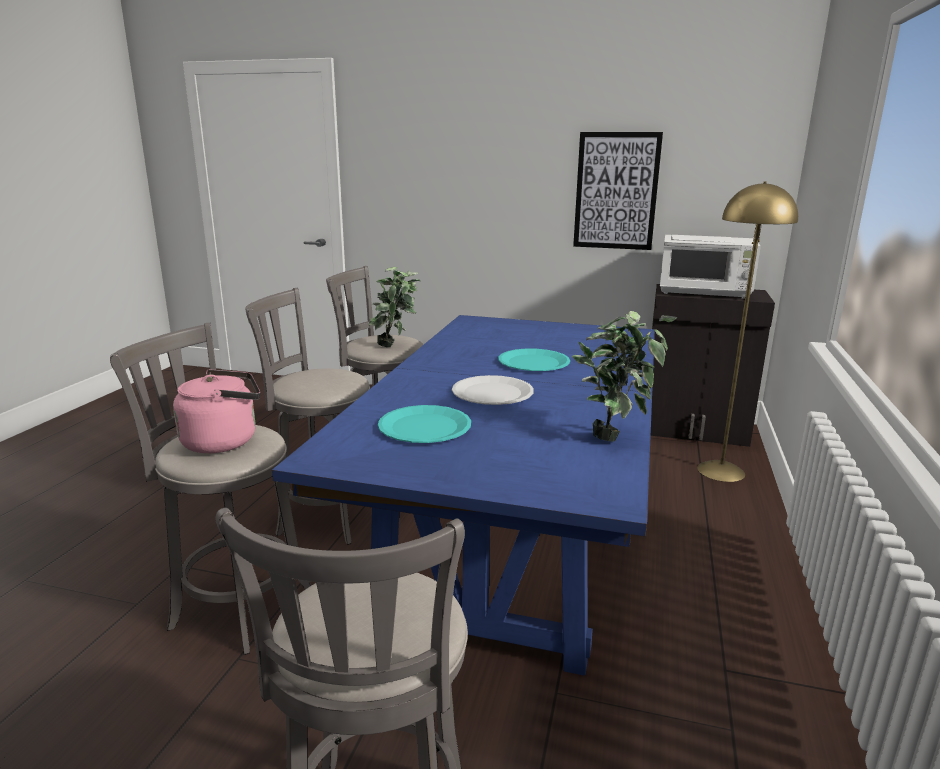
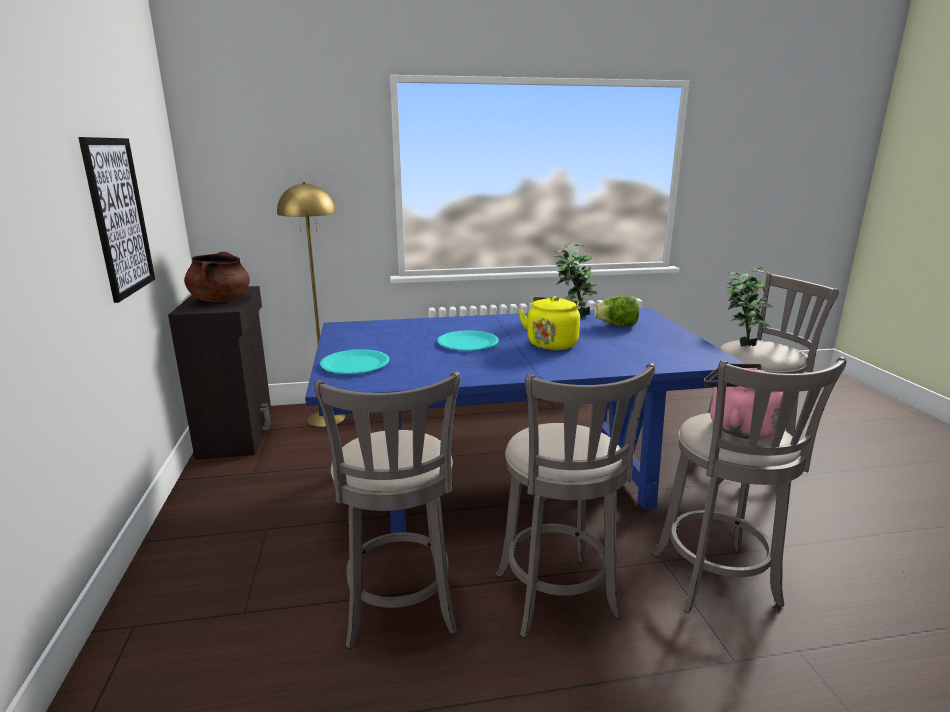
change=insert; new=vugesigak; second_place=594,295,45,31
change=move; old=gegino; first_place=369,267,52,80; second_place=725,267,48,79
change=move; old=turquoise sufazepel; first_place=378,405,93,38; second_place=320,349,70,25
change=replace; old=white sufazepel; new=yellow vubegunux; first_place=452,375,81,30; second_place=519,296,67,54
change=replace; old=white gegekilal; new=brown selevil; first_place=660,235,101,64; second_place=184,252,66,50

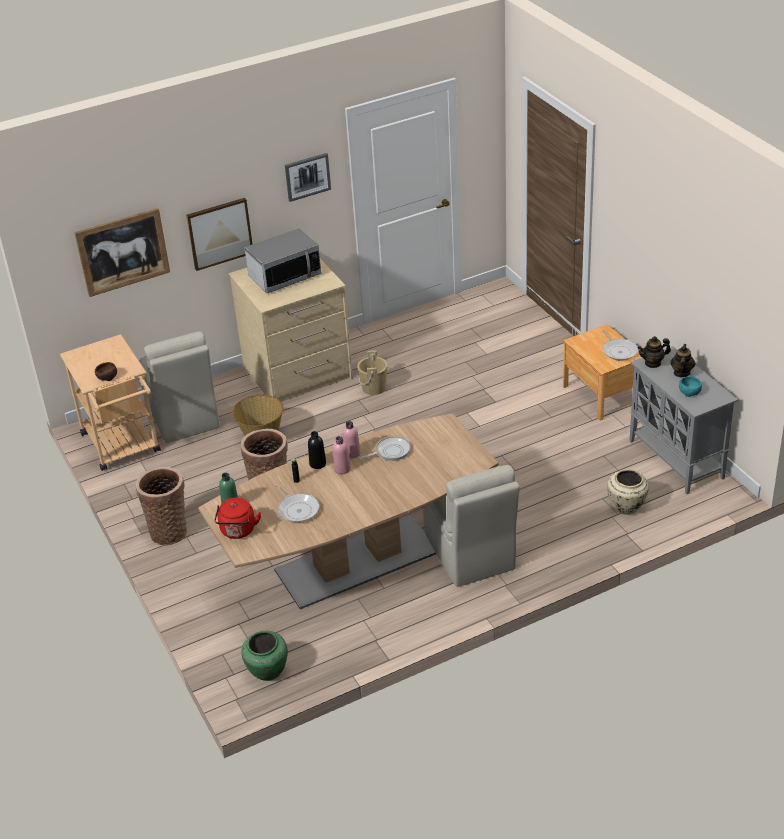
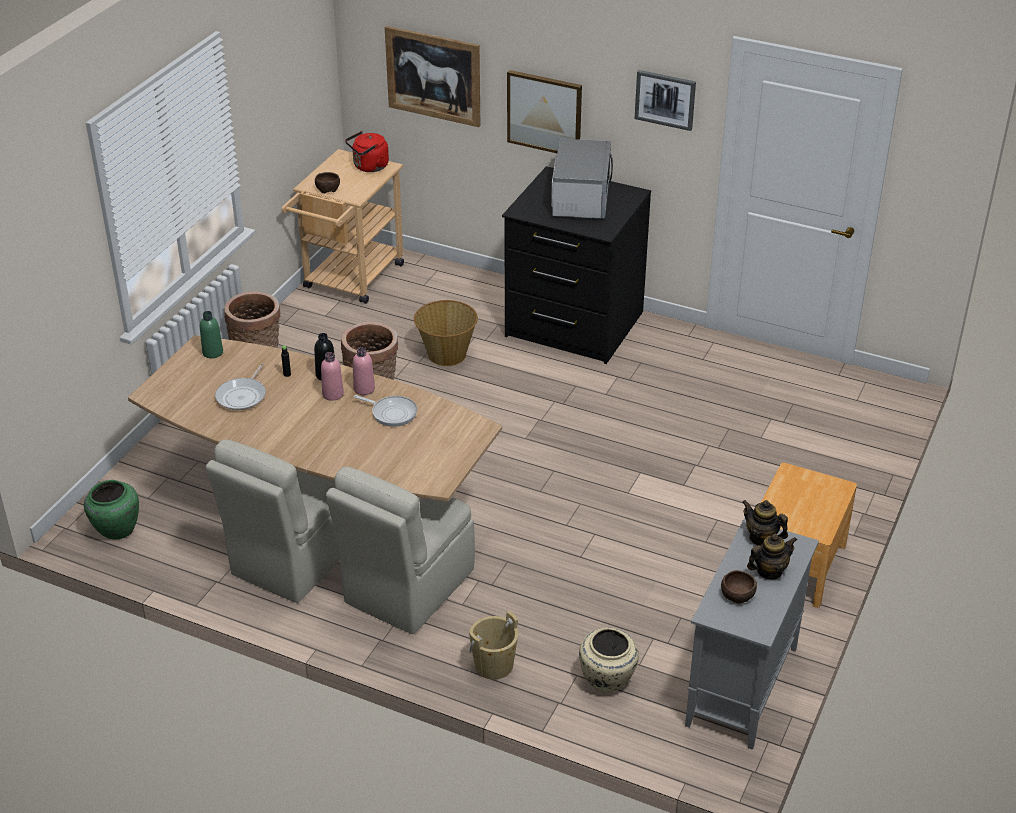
change=delete; old=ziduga; first_place=602,330,36,31
change=move; old=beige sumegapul; first_place=139,331,81,112; second_place=206,439,134,164
change=move; old=red vubegunux; first_place=214,498,47,41; second_place=345,131,44,41
change=move; old=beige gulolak; first_place=357,351,31,44; second_place=469,611,49,69
change=recolor; old=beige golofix; new=black golofix; first_place=229,259,124,143; second_place=502,166,149,198
change=recolor; old=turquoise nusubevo; new=brown nusubevo; first_place=679,376,23,21; second_place=721,570,36,34
change=rotate; old=gegekilal; first_place=245,228,76,66; second_place=551,139,62,80; degrees=-105

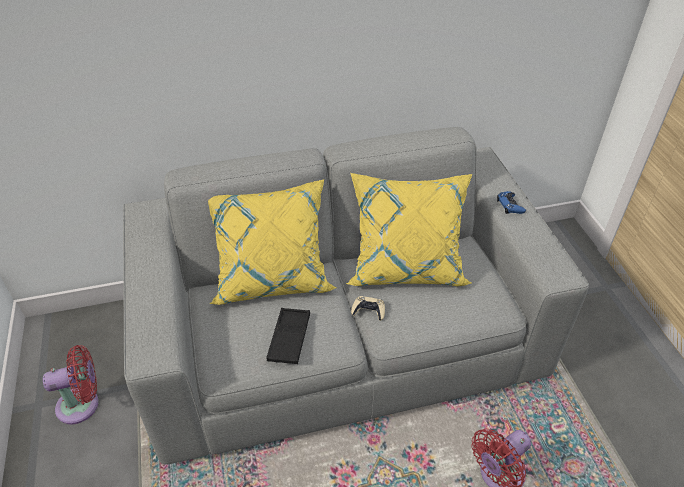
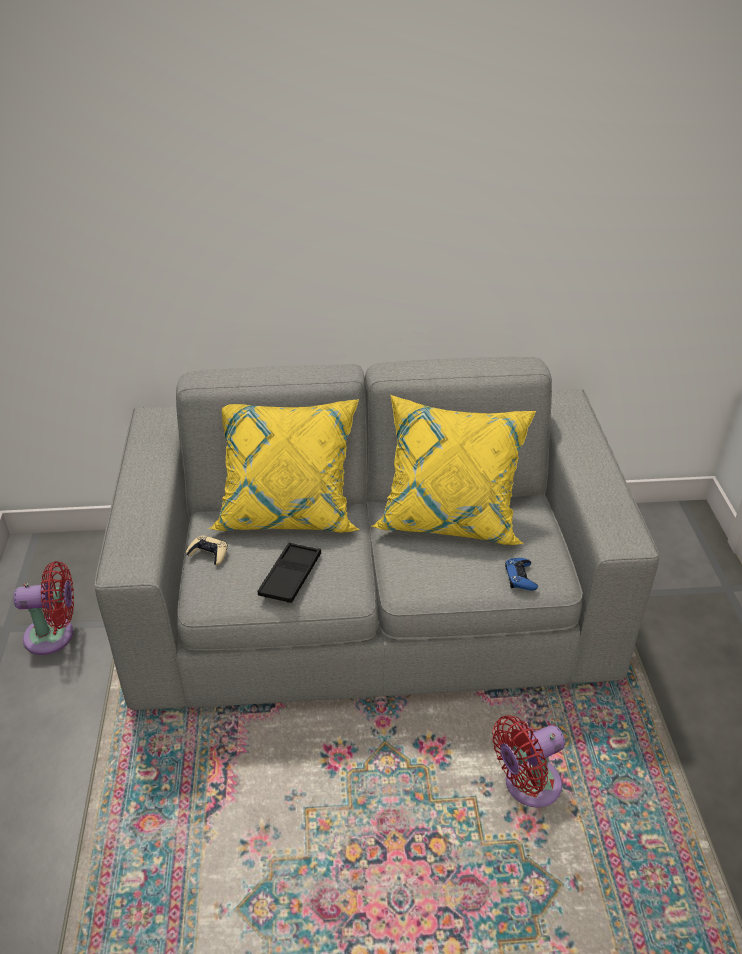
change=move; old=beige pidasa; first_place=351,296,34,25; second_place=186,535,41,30
change=move; old=blue pidasa; first_place=497,191,29,23; second_place=505,558,33,33

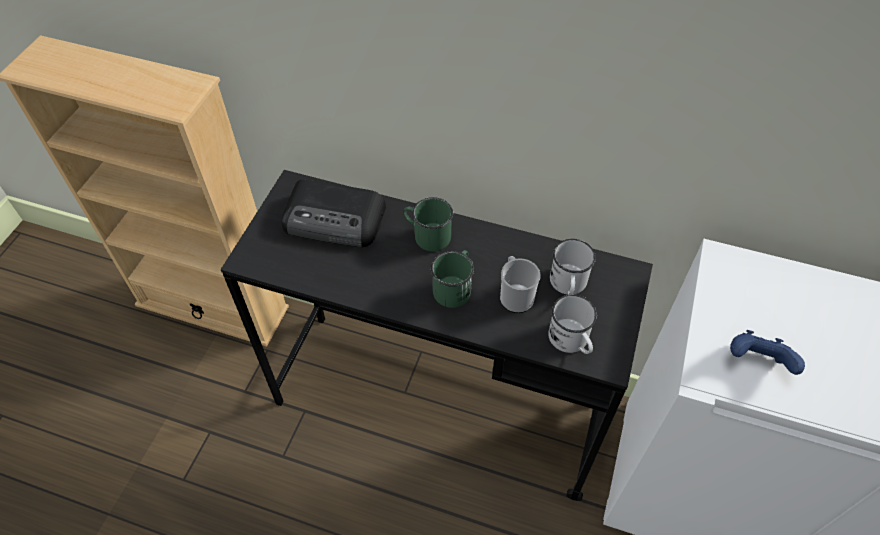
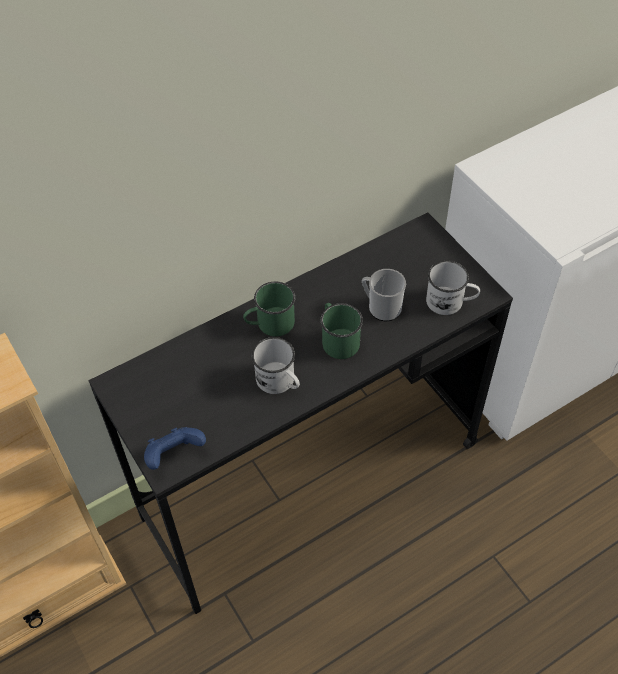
change=delete; old=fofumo; first_place=282,179,104,69
change=move; old=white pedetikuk; first_place=550,239,46,56; second_place=252,337,48,57
change=move; old=blue pidasa; first_place=730,330,75,45; second_place=144,427,62,43

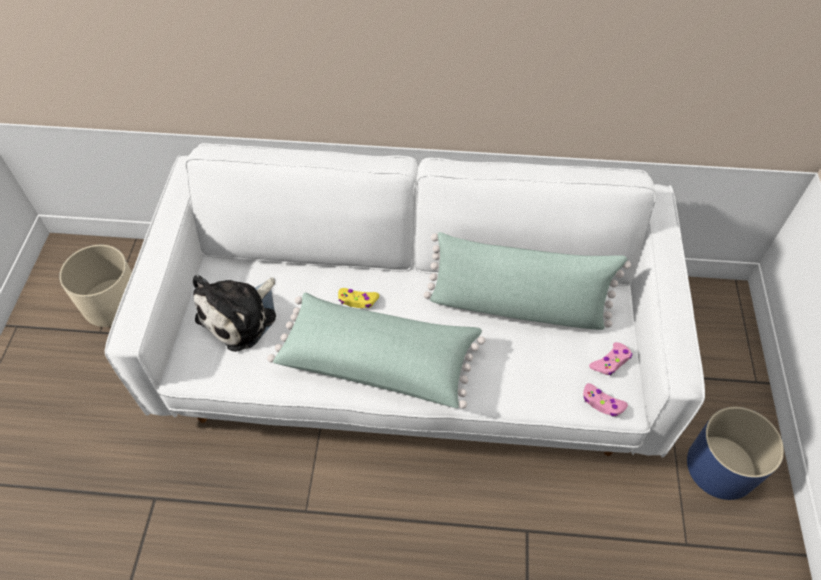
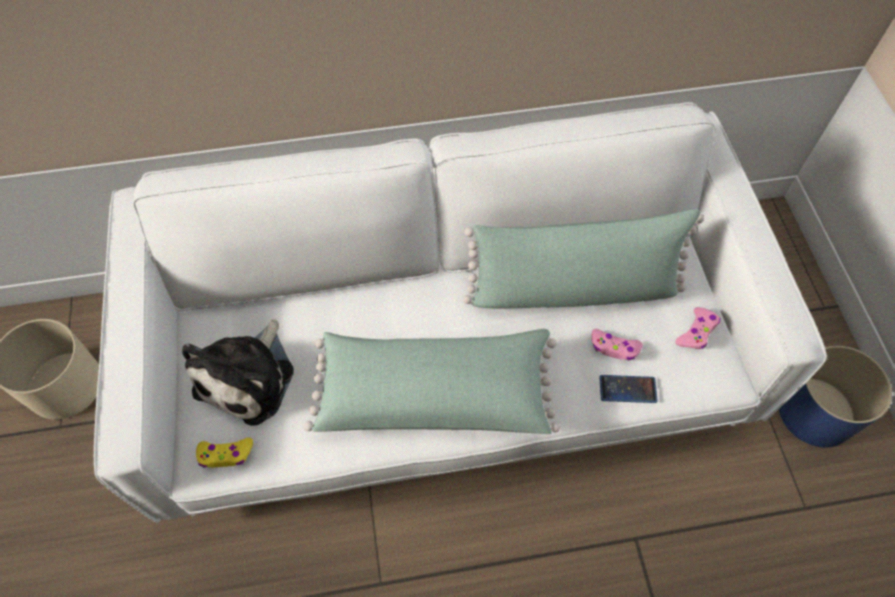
change=insert; new=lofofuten; second_place=599,375,59,28
change=move; old=yellow pidasa; first_place=338,288,41,20; second_place=196,438,57,30
change=move; old=pink pidasa; first_place=583,383,45,34; second_place=592,329,51,32

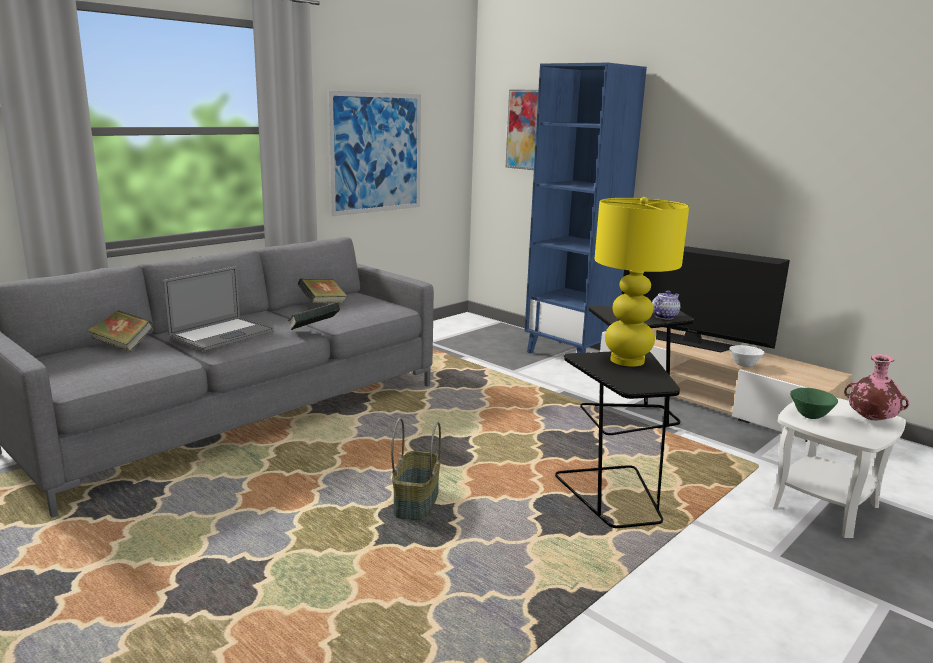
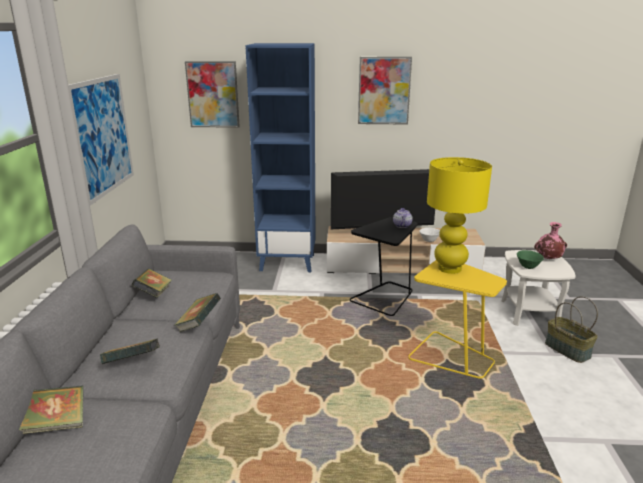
change=insert; new=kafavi; second_place=358,57,54,68
change=move; old=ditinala; first_place=391,418,50,103; second_place=545,296,53,67
change=replace; old=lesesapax; new=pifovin; first_place=163,266,111,85; second_place=100,338,60,26
change=recolor; old=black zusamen; new=yellow zusamen; first_place=555,351,125,177; second_place=408,260,99,119

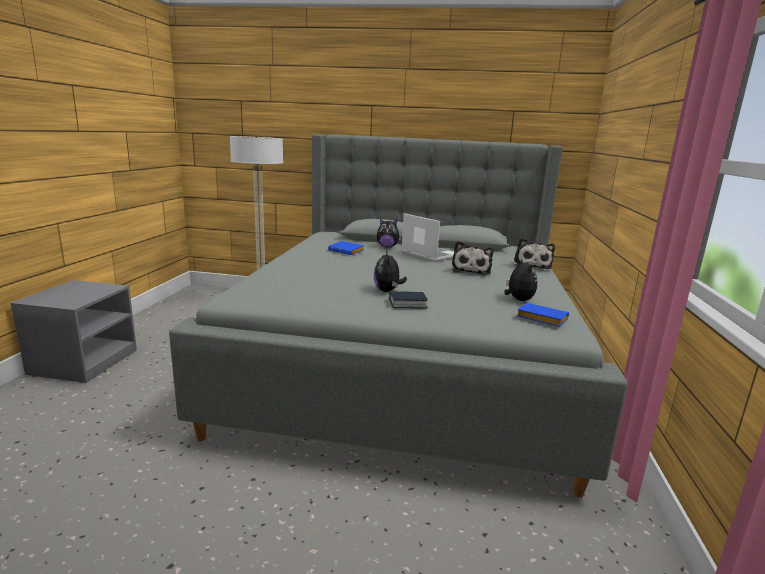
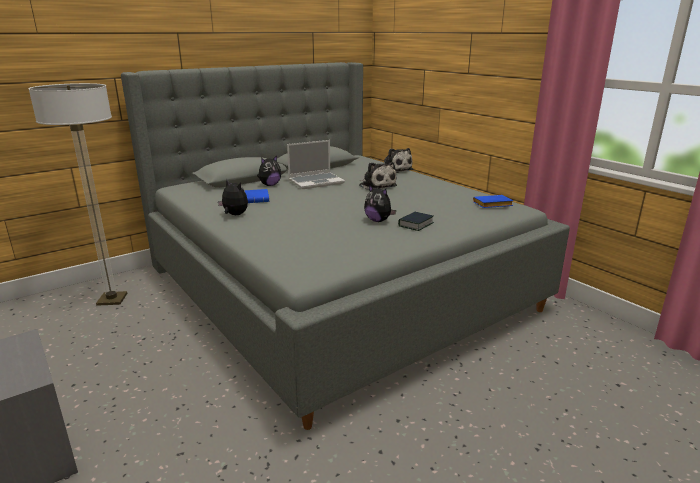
change=move; old=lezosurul; first_place=504,259,33,42; second_place=218,179,30,36
change=rotate; old=lesesapax; first_place=401,213,53,49; second_place=287,140,58,49; degrees=150

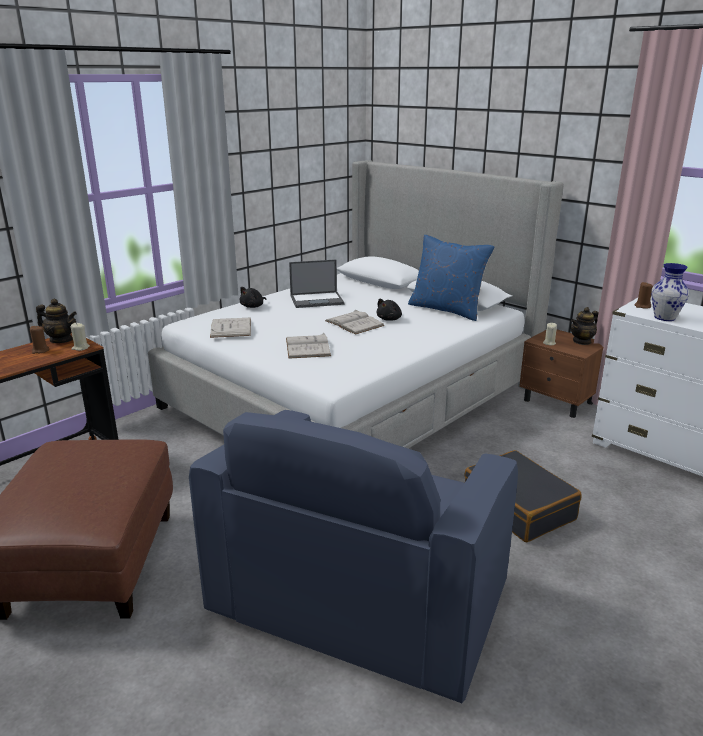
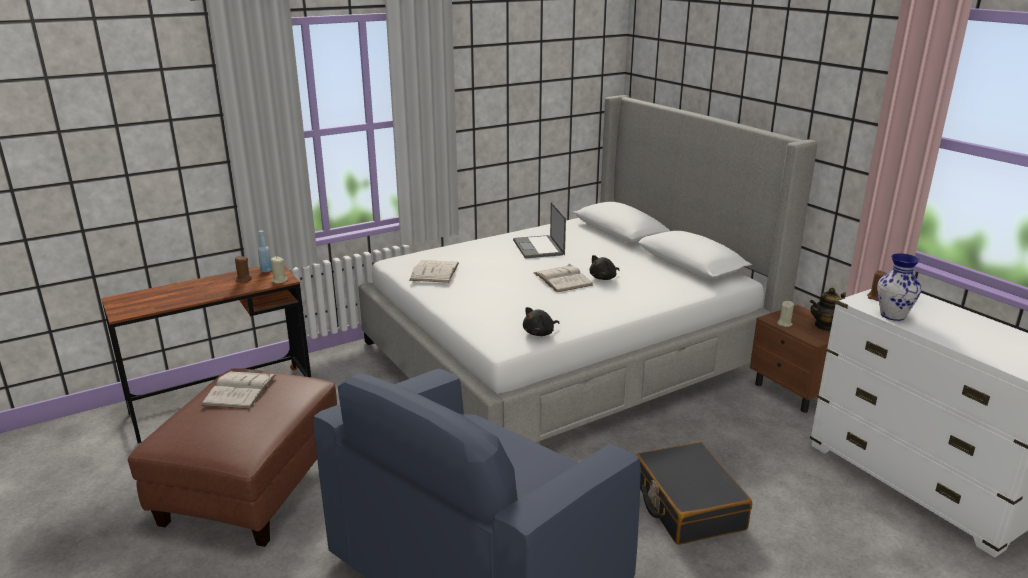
change=delete; old=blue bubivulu; first_place=408,235,87,86
change=move; old=black lezosurul; first_place=240,287,26,21; second_place=523,307,36,29
change=move; old=white pifovin; first_place=286,333,45,26; second_place=201,371,76,38
change=replace; old=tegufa; new=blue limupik; first_place=36,299,41,44; second_place=258,230,14,42
change=rotate; old=lesesapax; first_place=289,260,55,48; second_place=513,202,53,56; degrees=75

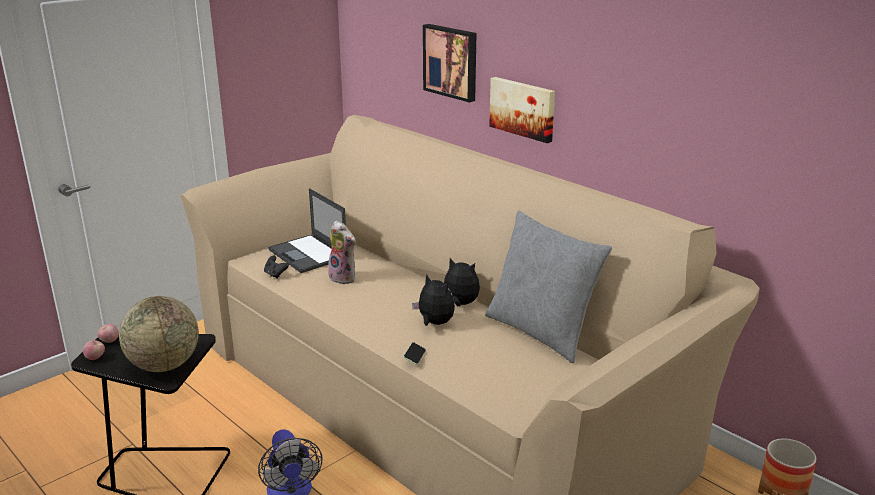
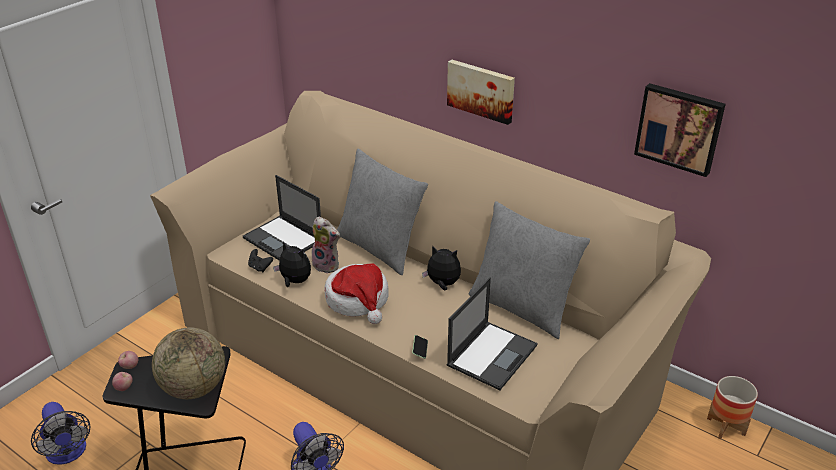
change=insert; new=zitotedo; second_place=31,402,60,63
change=insert; new=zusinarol; second_place=324,264,65,60
change=insert; new=grey bubivulu; second_place=337,149,91,126
change=insert; new=lesesapax; second_place=447,278,90,112
change=move; old=lezosurul; first_place=412,274,43,52; second_place=273,241,38,46
change=move; old=kafavi; first_place=423,24,54,79; second_place=634,83,92,94

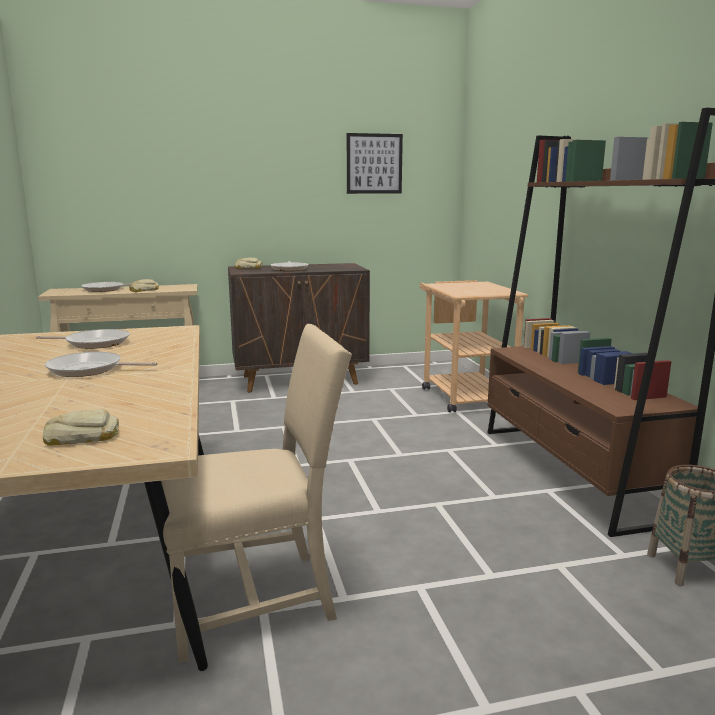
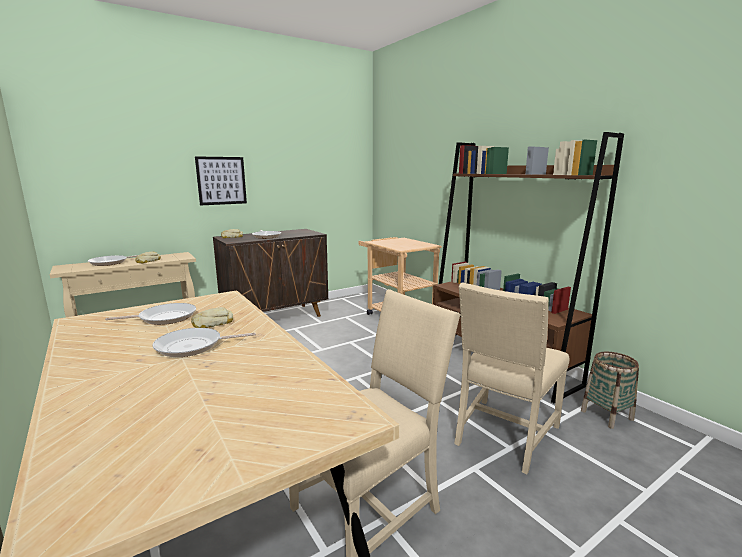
change=insert; new=beige sumegapul; second_place=454,282,115,192
change=move; old=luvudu; first_place=43,409,76,37; second_place=191,307,42,21
change=move; old=kafavi; first_place=347,133,56,61; second_place=195,156,52,50

